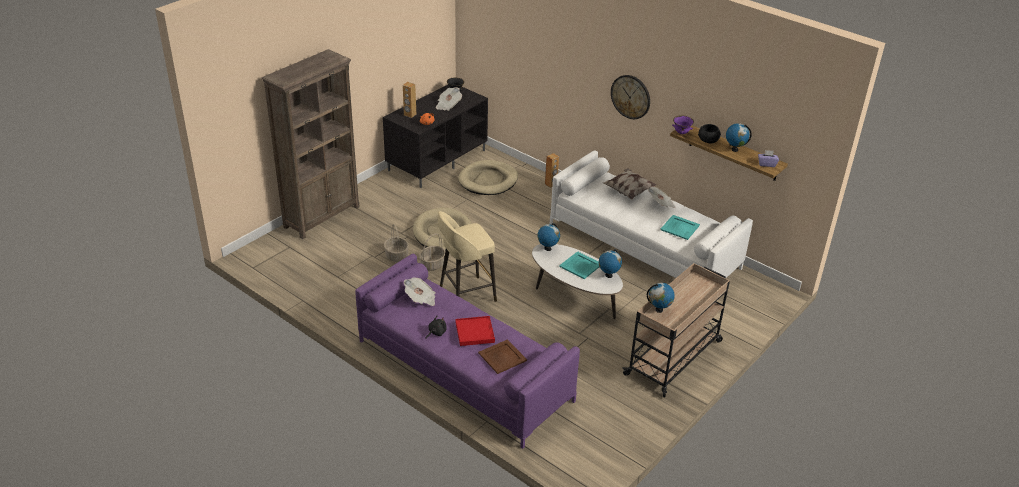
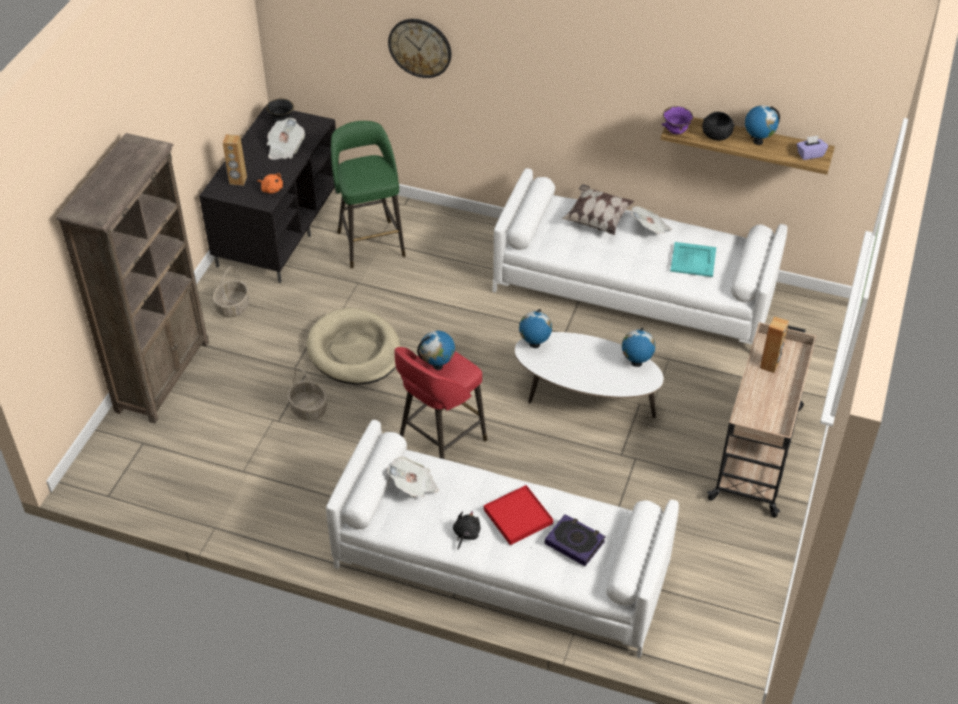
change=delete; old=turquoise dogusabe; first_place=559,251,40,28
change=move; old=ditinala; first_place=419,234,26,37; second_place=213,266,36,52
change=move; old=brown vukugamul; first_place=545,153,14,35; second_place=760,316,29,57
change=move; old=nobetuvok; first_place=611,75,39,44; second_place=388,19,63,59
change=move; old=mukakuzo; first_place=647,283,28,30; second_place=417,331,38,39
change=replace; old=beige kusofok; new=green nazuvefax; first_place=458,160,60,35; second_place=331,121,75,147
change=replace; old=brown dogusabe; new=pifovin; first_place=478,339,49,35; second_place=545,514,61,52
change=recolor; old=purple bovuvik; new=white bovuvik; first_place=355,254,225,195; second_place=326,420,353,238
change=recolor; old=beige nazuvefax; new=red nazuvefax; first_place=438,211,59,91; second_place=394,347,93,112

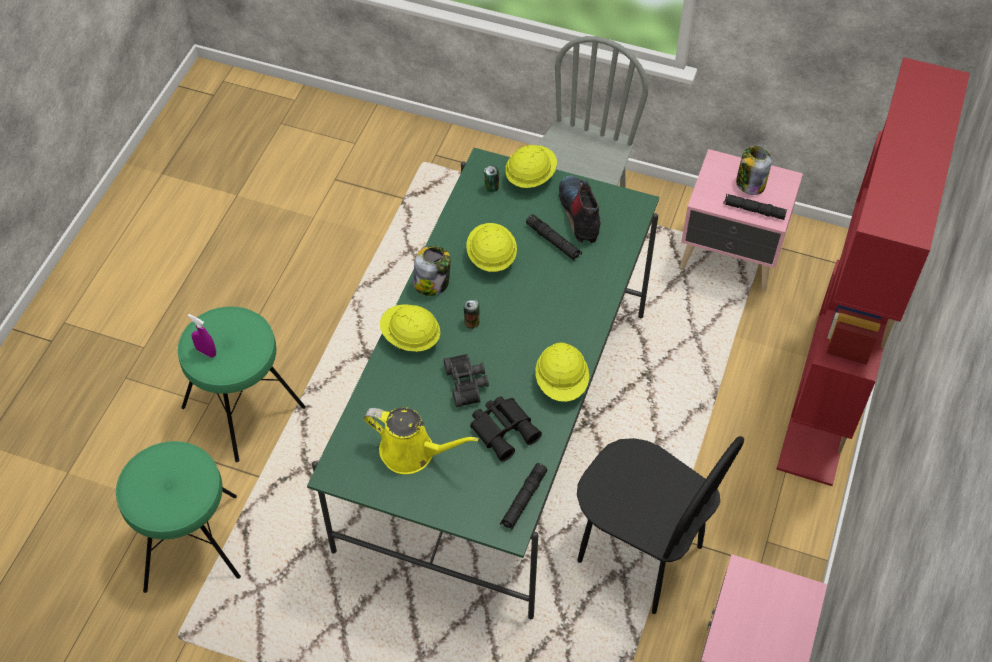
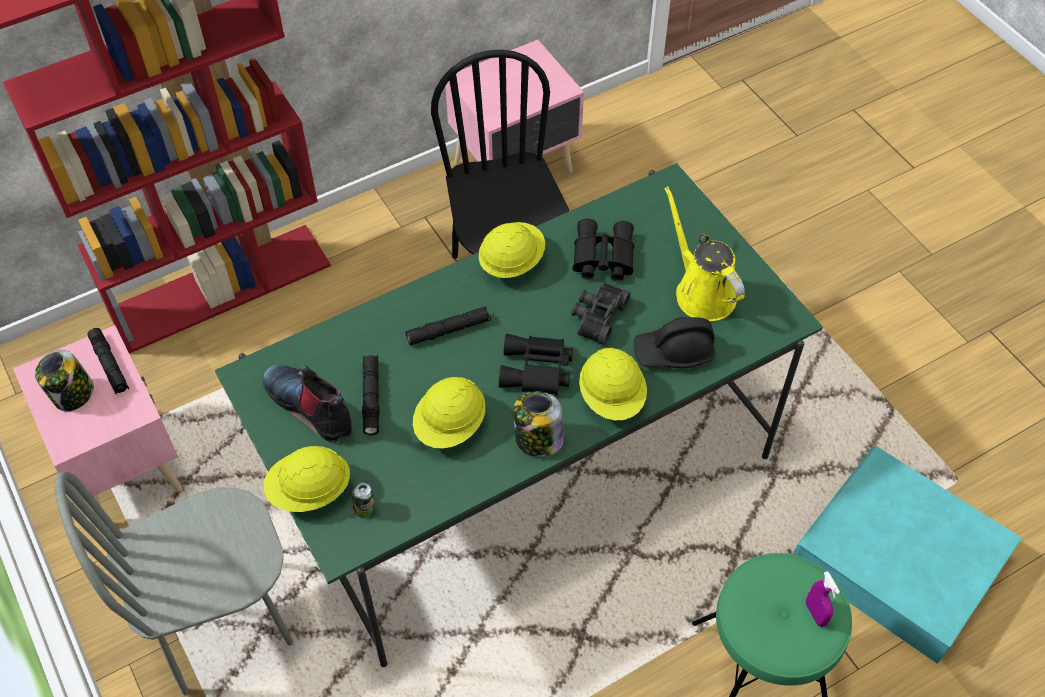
change=insert; new=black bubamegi; second_place=634,317,81,51
change=move; old=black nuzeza; first_place=500,463,47,67; second_place=405,306,86,40
change=replace; old=green nazuvefax; new=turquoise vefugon; first_place=116,441,125,152; second_place=794,446,228,217
change=replace; old=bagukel; new=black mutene; first_place=464,300,16,29; second_place=499,334,74,61
change=rotate; old=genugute; first_place=559,176,42,67; second_place=263,365,89,78; degrees=105

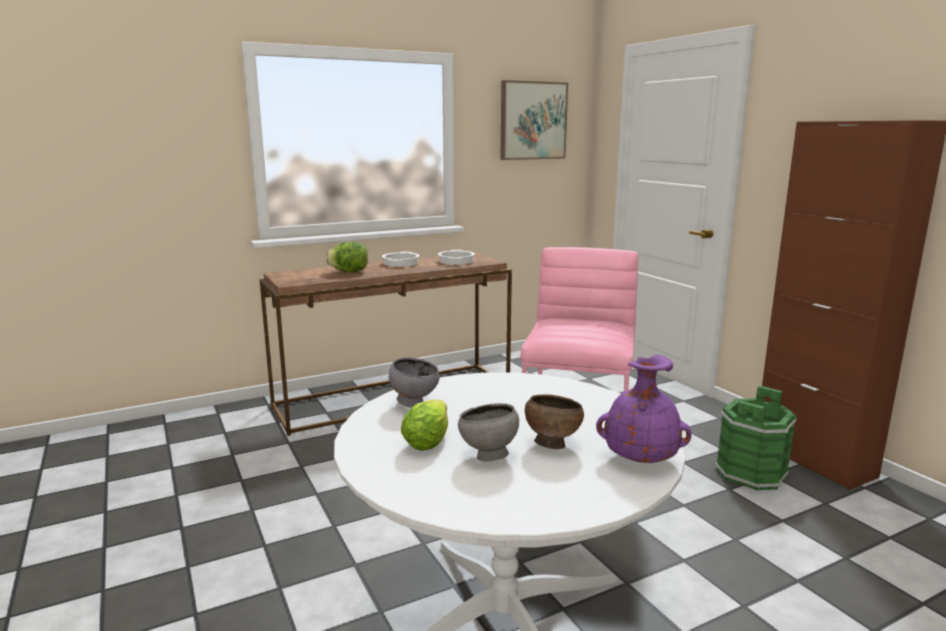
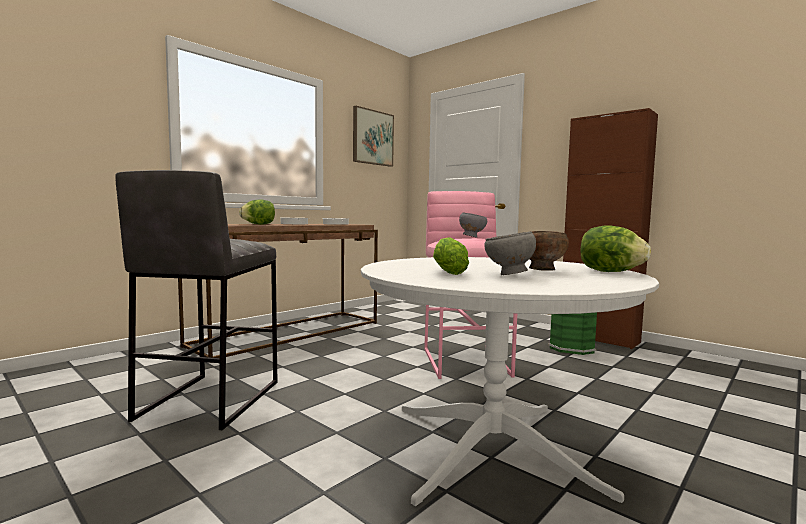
change=insert; new=grey nazuvefax; second_place=115,170,162,260
change=move; old=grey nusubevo; first_place=389,358,51,50; second_place=459,213,28,25
change=replace; old=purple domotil; new=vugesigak; first_place=596,355,95,108; second_place=581,226,70,46

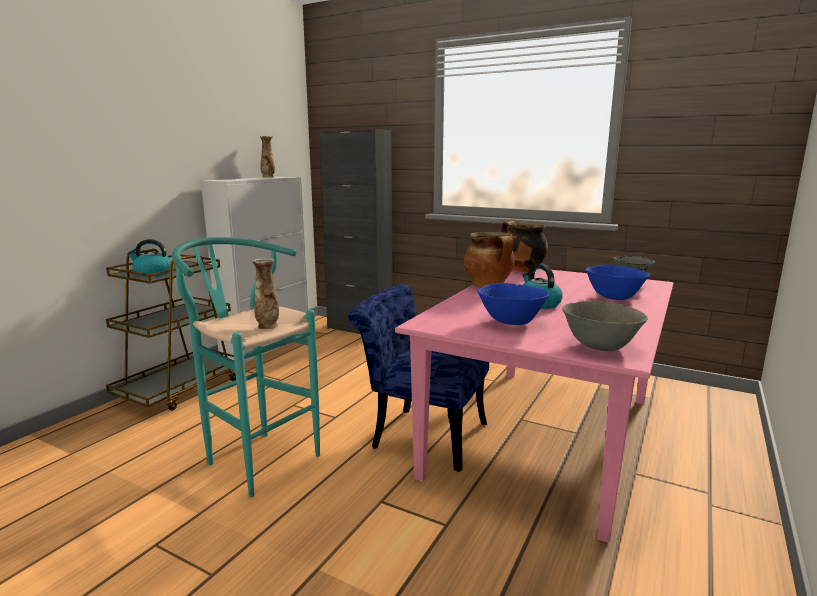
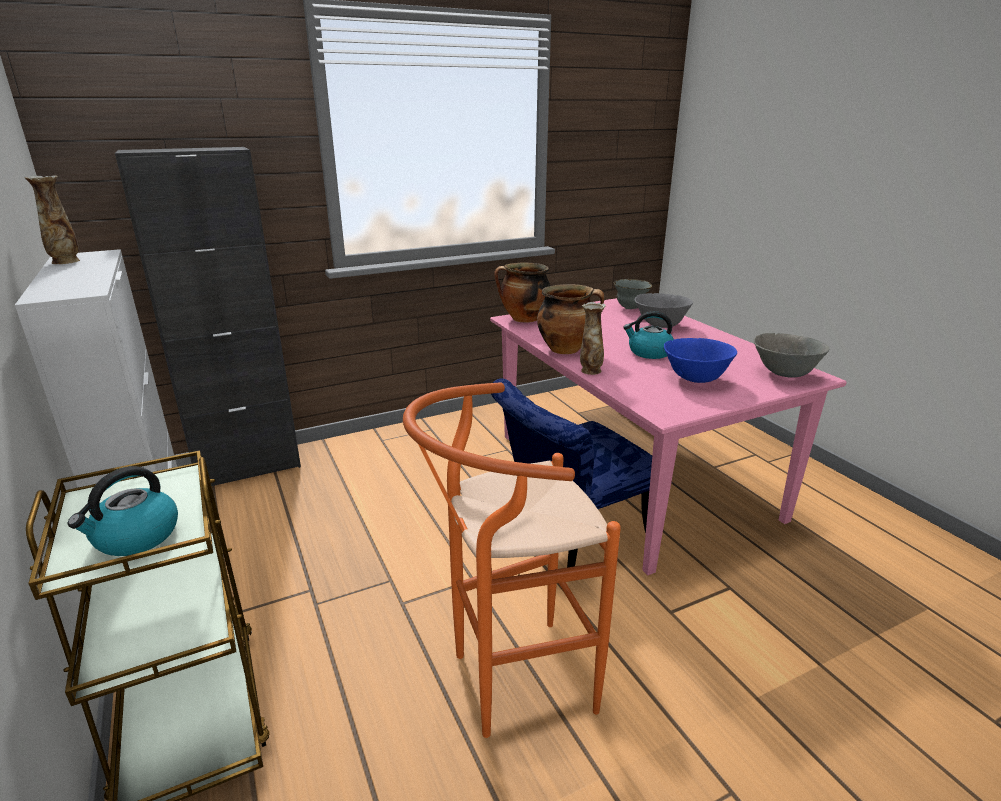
change=move; old=domotil; first_place=252,258,27,71; second_place=580,302,26,73
change=recolor; old=turquoise nazuvefax; new=orange nazuvefax; first_place=172,237,148,260; second_place=403,383,218,355
change=recolor; old=blue nusubevo; new=grey nusubevo; first_place=586,265,63,35; second_place=634,293,59,35

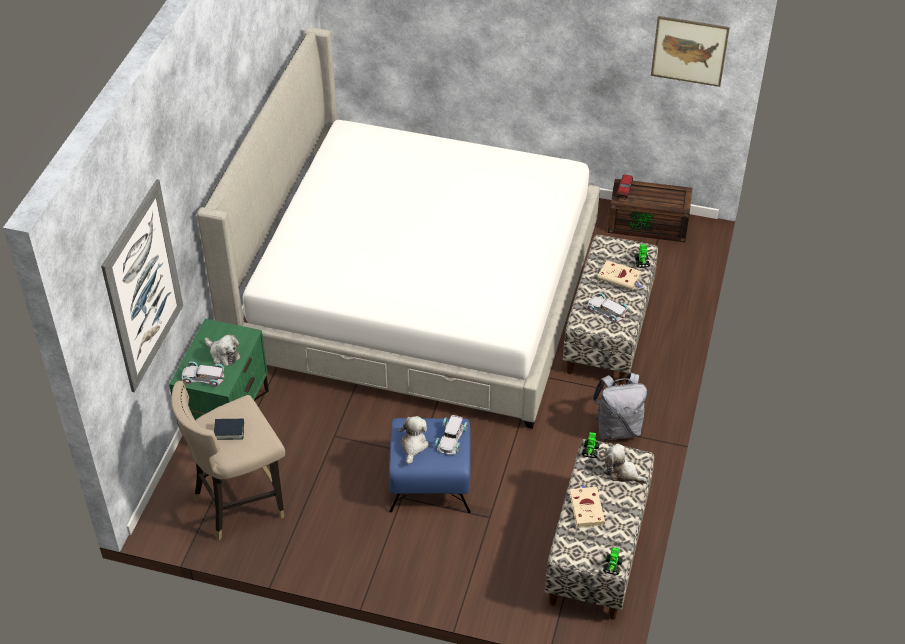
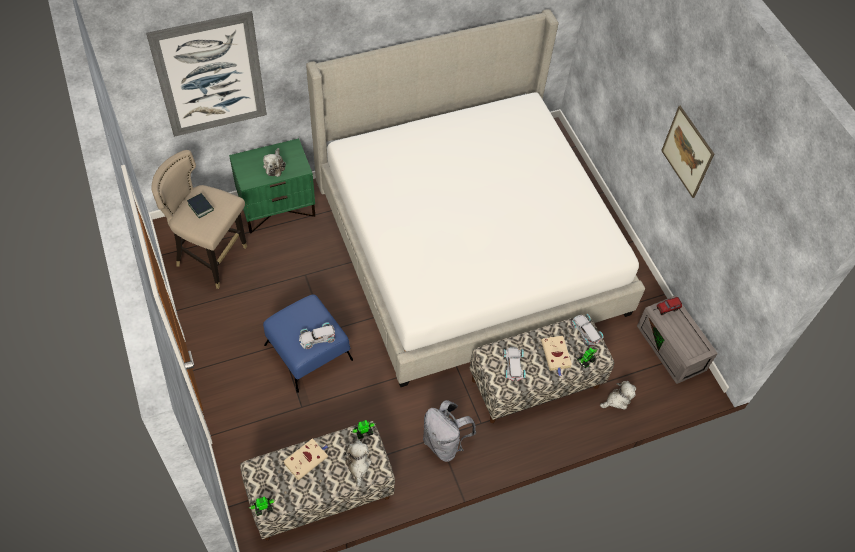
change=move; old=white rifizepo; first_place=182,361,43,26; second_place=571,314,33,32
change=move; old=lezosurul; first_place=399,416,30,49; second_place=600,381,36,29
change=move; old=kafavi; first_place=651,16,79,71; second_place=661,105,53,93
change=recolor; old=brown vefugon; new=grey vefugon; first_place=608,179,84,63; second_place=637,295,81,89

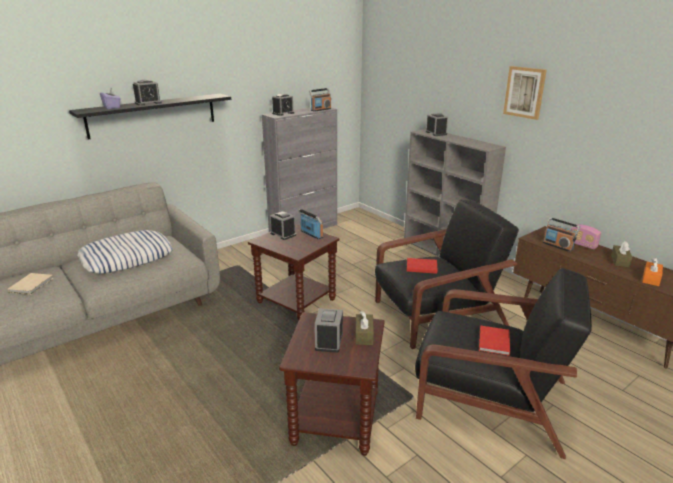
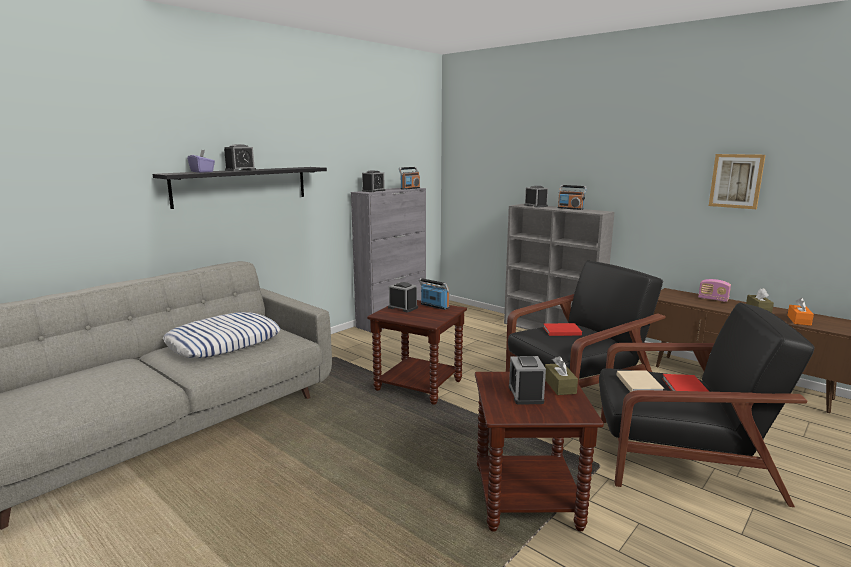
change=move; old=beige pifovin; first_place=8,273,45,22; second_place=617,371,47,21
change=move; old=kafavi; first_place=503,66,44,54; second_place=709,154,57,55
change=move; old=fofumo; first_place=543,217,37,35; second_place=558,185,29,25

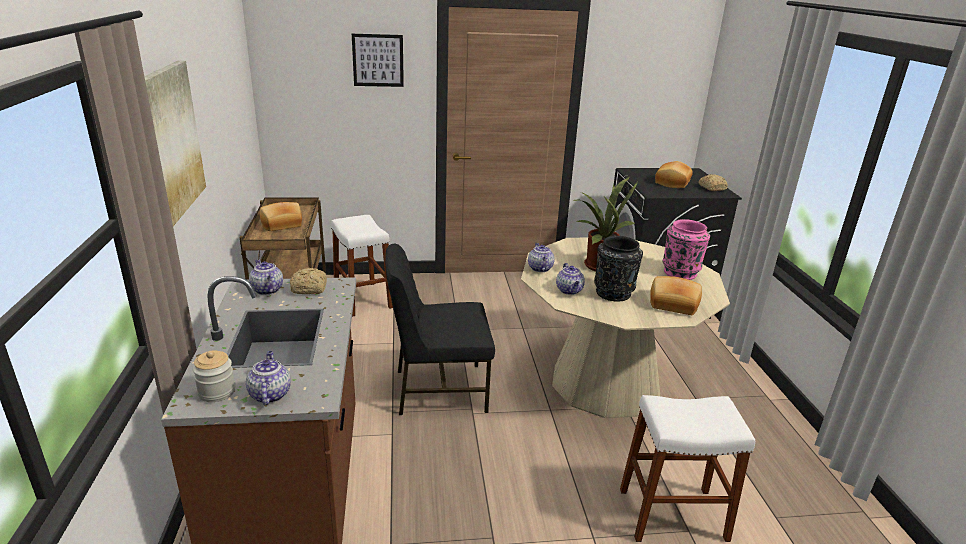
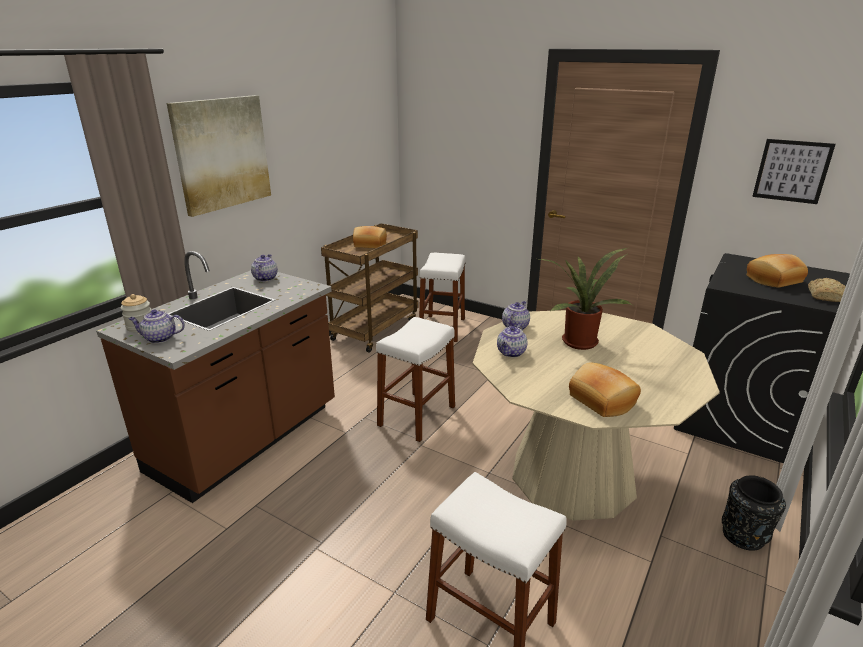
change=delete; old=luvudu; first_place=290,267,37,27
change=delete; old=pink domotil; first_place=662,219,48,61
change=move; old=kafavi; first_place=352,34,52,53; second_place=752,139,84,65
change=move; old=black domotil; first_place=594,236,49,66; second_place=722,475,64,76
change=replace; old=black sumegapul; new=white nazuvefax; first_place=385,244,110,171; second_place=376,317,79,125
change=rotate; old=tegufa; first_place=246,351,45,54; second_place=128,309,57,34; degrees=-120

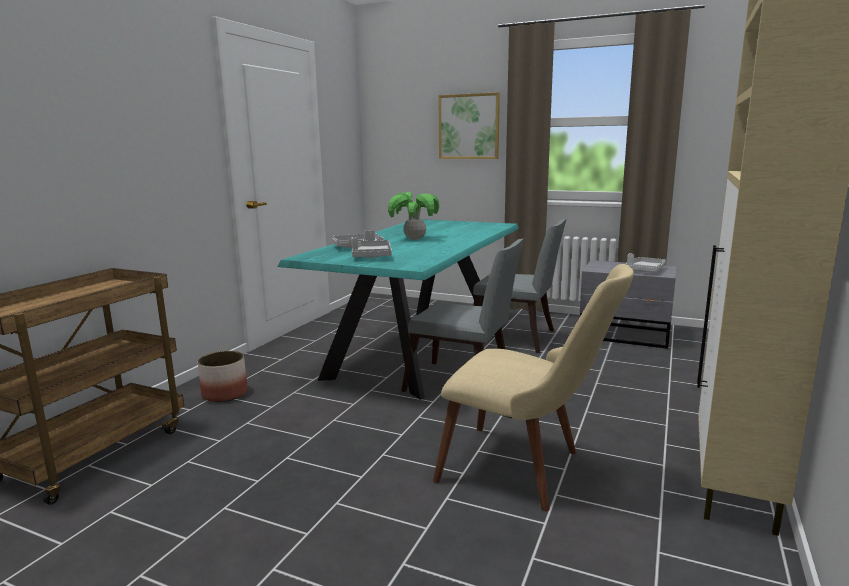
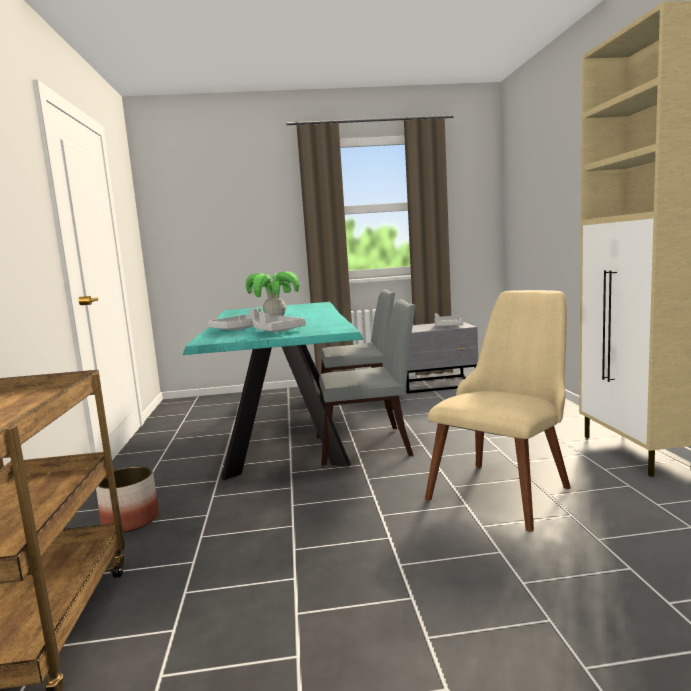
change=delete; old=kafavi; first_place=439,92,61,67
change=rotate; old=beige sumegapul; first_place=433,264,201,247; second_place=425,290,146,242; degrees=-45

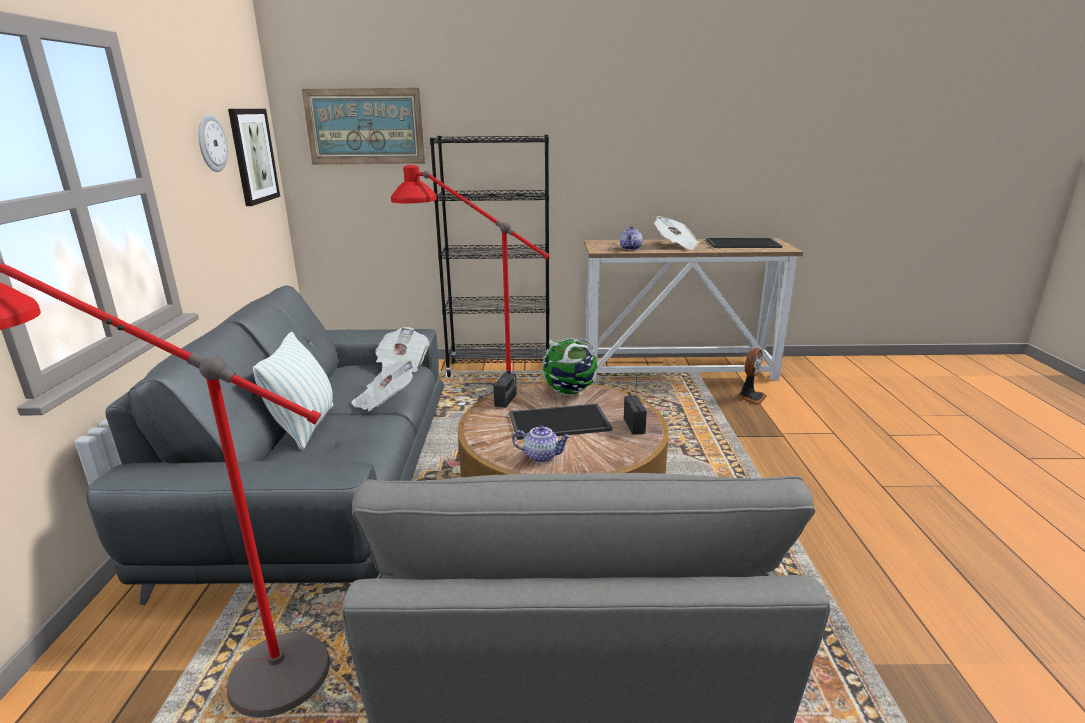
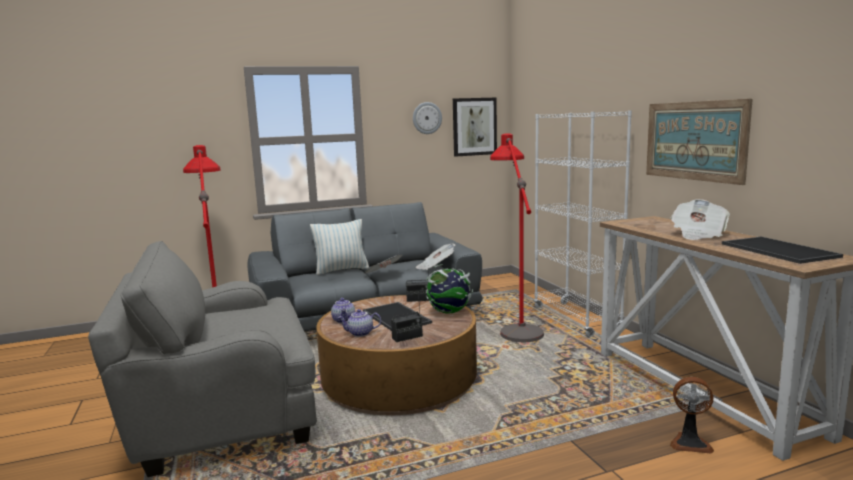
change=move; old=kafavi; first_place=302,88,124,77; second_place=646,99,107,86
change=move; old=tegufa; first_place=620,226,23,24; second_place=338,309,43,28
change=recolor; old=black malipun; new=white malipun; first_place=430,135,120,242; second_place=534,110,98,227

